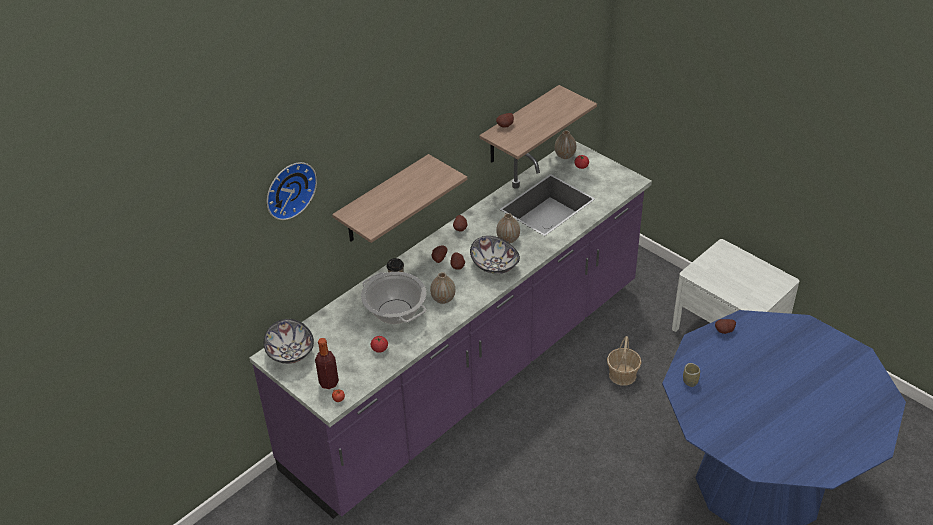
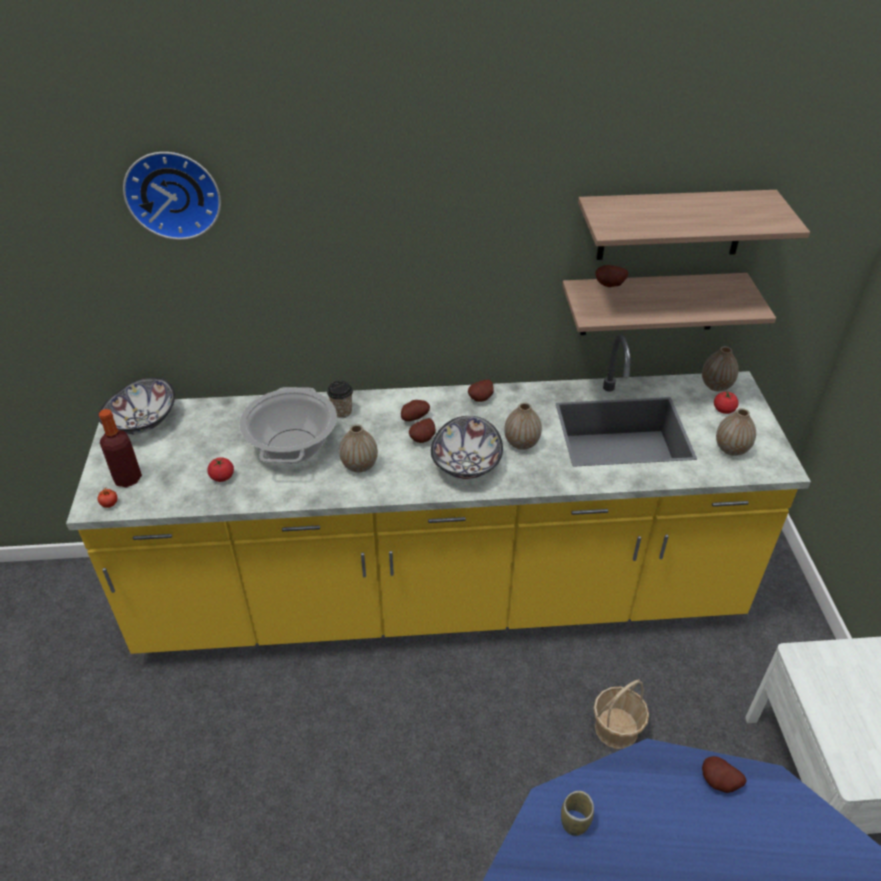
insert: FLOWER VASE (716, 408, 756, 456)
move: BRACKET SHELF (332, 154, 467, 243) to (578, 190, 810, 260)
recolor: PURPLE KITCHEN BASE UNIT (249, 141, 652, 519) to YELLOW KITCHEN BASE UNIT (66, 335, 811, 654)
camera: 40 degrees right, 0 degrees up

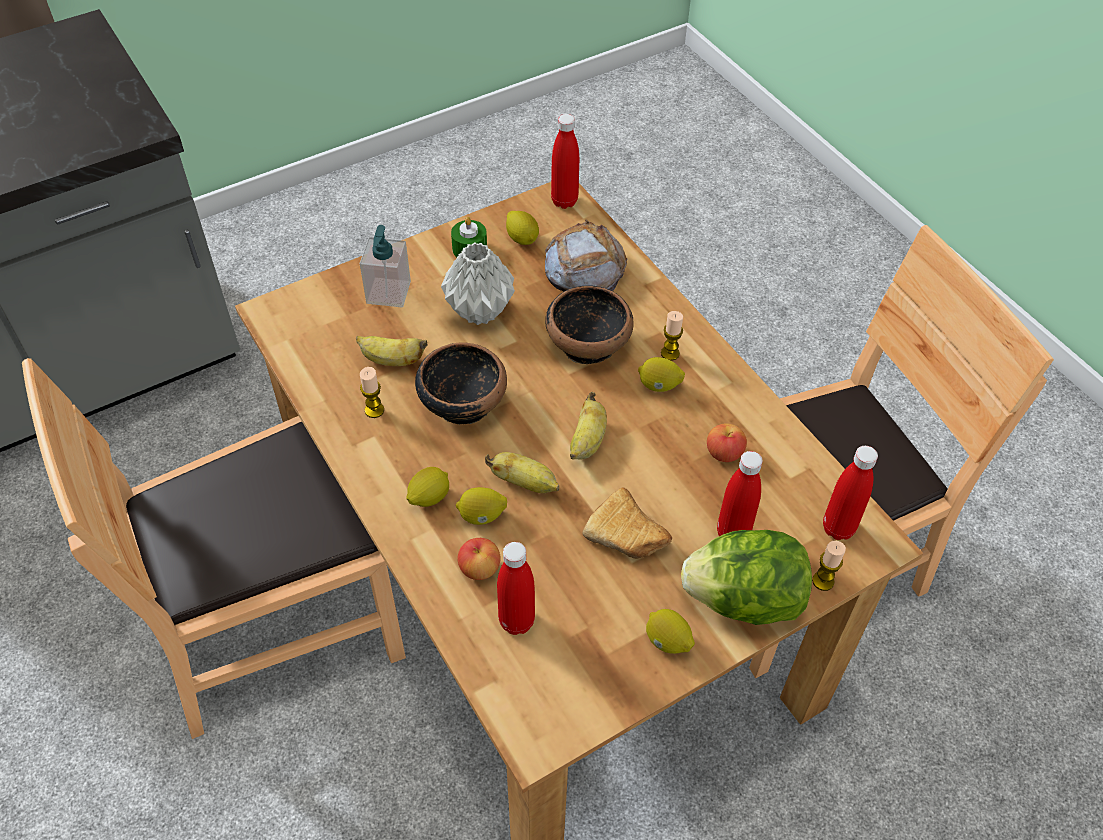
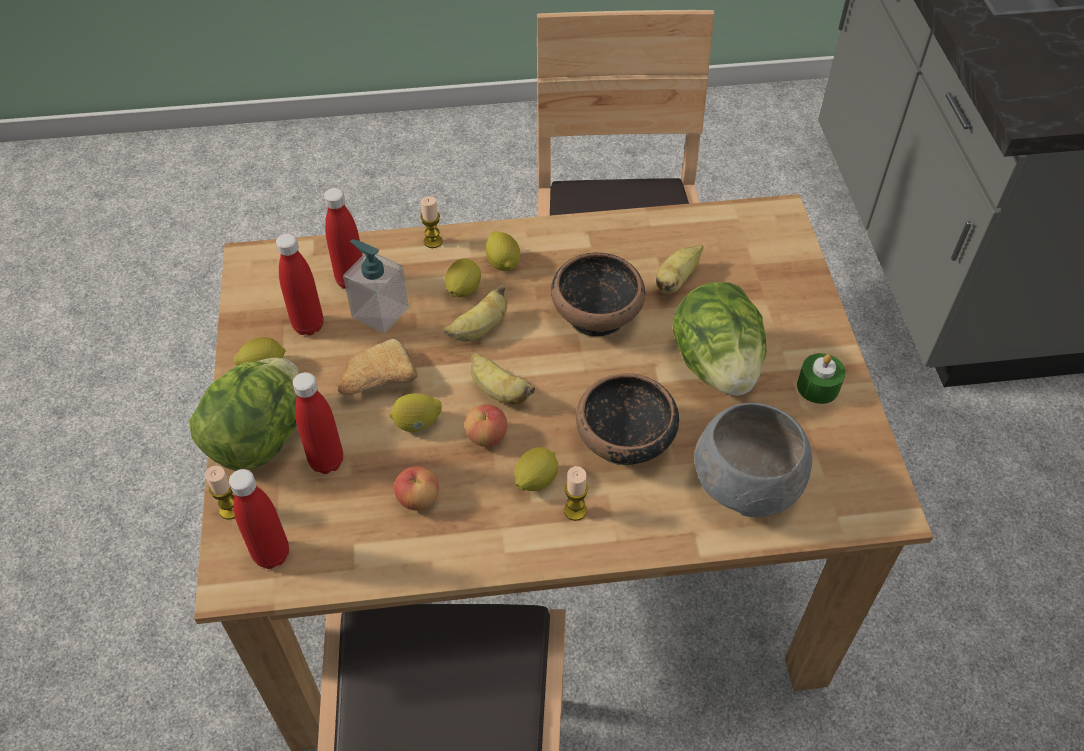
move: SOAP BOTTLE (360, 225, 411, 307) to (343, 239, 409, 334); CANDLE (360, 367, 384, 418) to (420, 196, 442, 248); WHOLE APPLE (458, 538, 500, 580) to (464, 405, 507, 447); CITRUS FRUIT (506, 211, 539, 245) to (389, 393, 442, 432); RED-COLOURED BEVERAGE BOTTLE (551, 114, 579, 209) to (276, 233, 324, 336)
replace: GRAY FLOWER VASE (441, 242, 515, 325) to LETTUCE HEAD (672, 282, 766, 396); BAKED BREAD (545, 220, 627, 291) to GRAY SERVING BOWL (694, 403, 812, 517)
camera: 115 degrees right, 0 degrees up

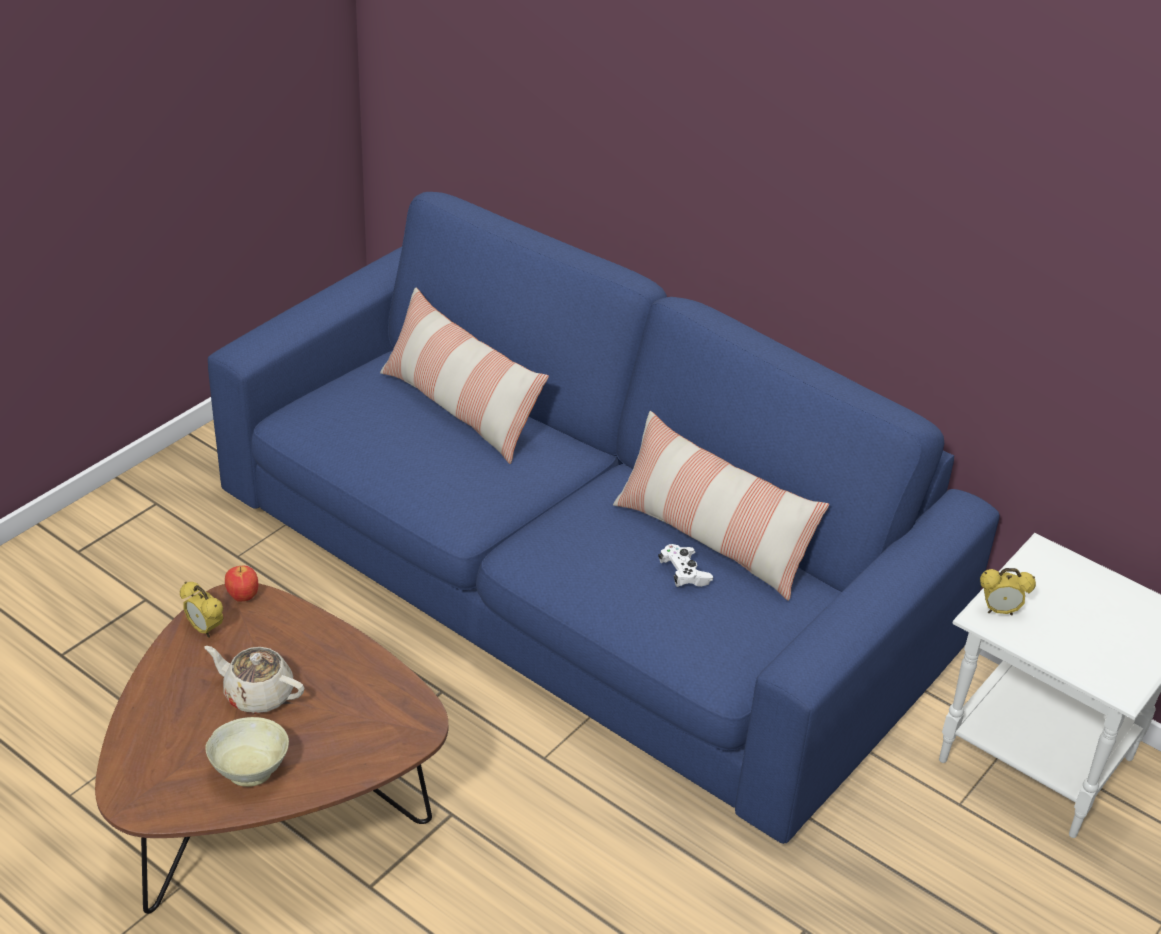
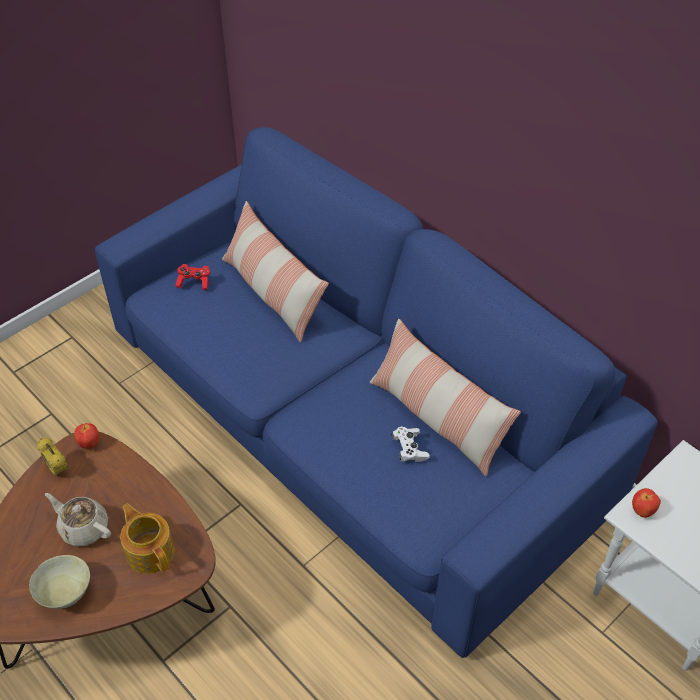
insert: TEAPOT (120, 503, 175, 574); RED-COLOURED JOYPAD (175, 264, 210, 290)
replace: ALARM CLOCK (980, 568, 1036, 615) to WHOLE APPLE (632, 488, 661, 518)
camera: 10 degrees right, 10 degrees up

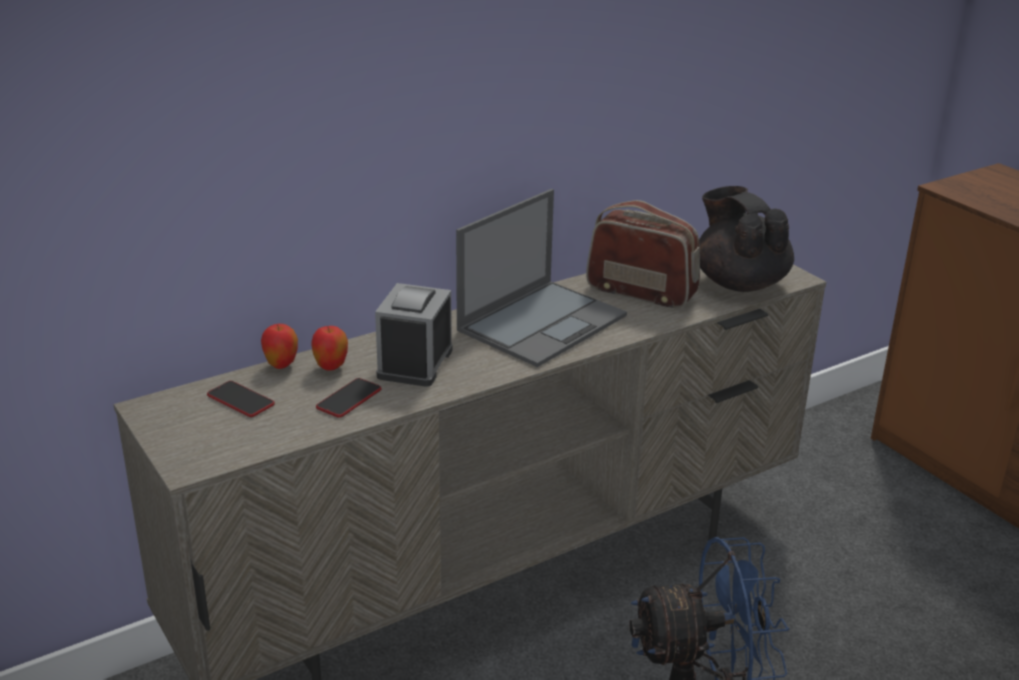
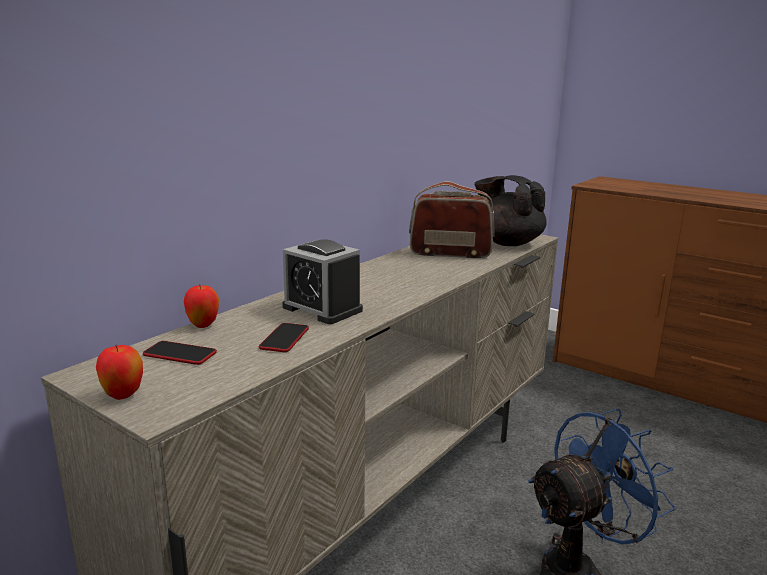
delete: LAPTOP (456, 189, 627, 367)
move: WHOLE APPLE (311, 326, 348, 371) to (96, 345, 143, 400)
rotate: ALARM CLOCK (375, 283, 453, 387) = (282, 239, 363, 324) 45 degrees counterclockwise
camera: 20 degrees left, 10 degrees down

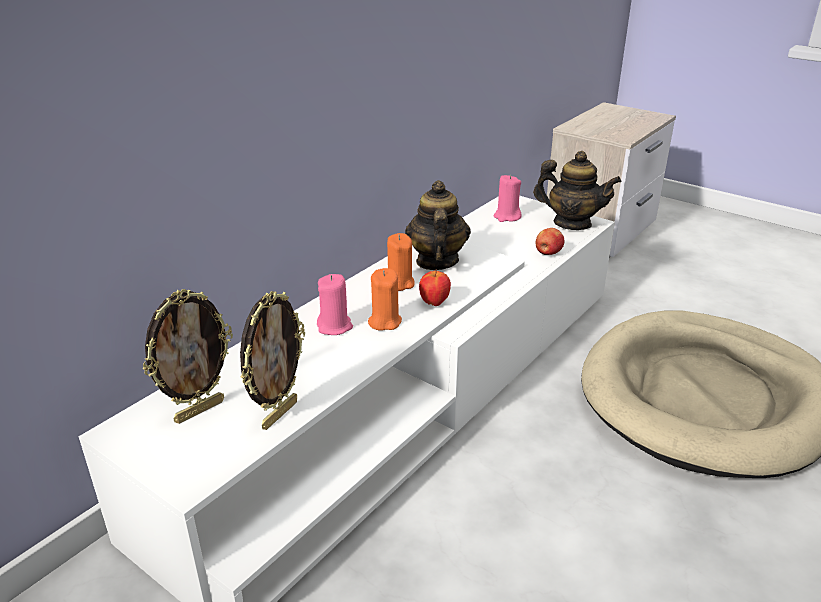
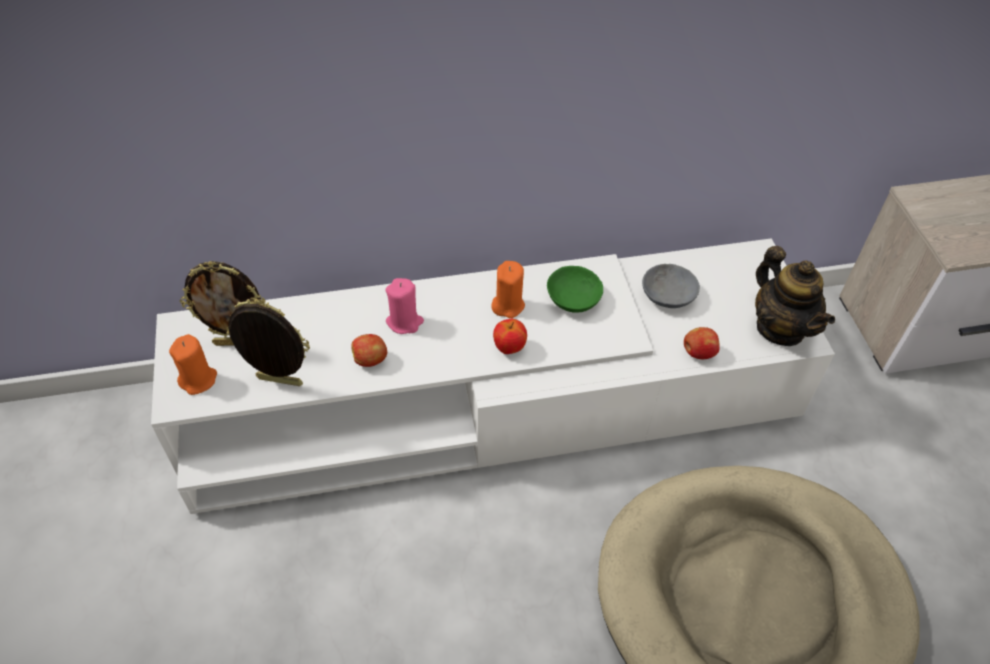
delete: PINK CANDLE (494, 175, 522, 222)
insert: WHOLE APPLE (351, 334, 387, 367); GRAY SERVING BOWL (642, 264, 700, 308)
move: ORANGE CANDLE (368, 268, 402, 331) to (169, 334, 217, 395)
replace: TEAPOT (405, 180, 471, 270) to GREENISH SERVING BOWL (547, 266, 603, 313)
rotate: PHOTO FRAME (240, 291, 305, 430) = (226, 298, 310, 386) 150 degrees counterclockwise
camera: 40 degrees right, 20 degrees up

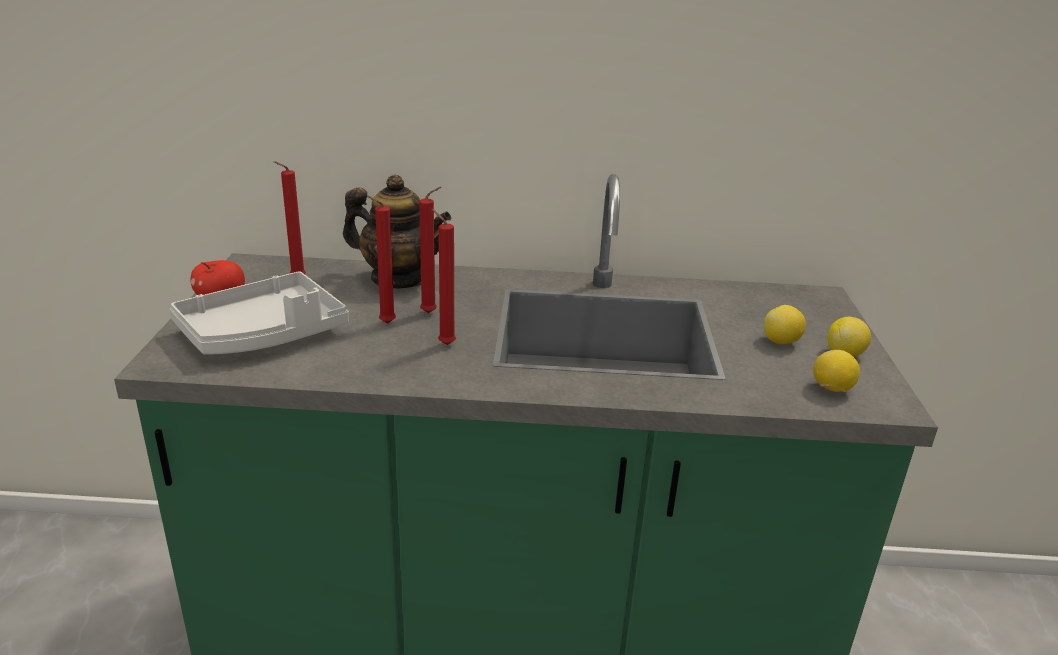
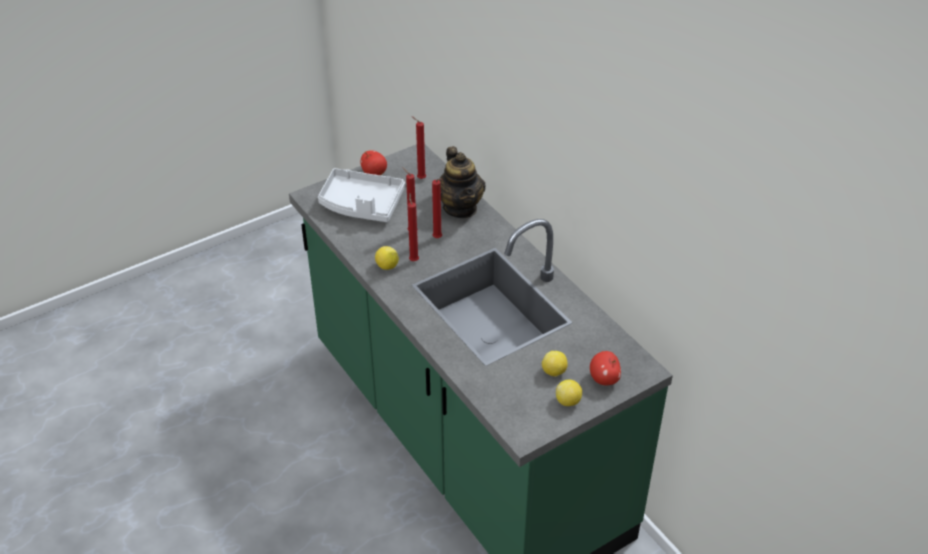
insert: WHOLE APPLE (590, 351, 621, 385)
move: CITRUS FRUIT (813, 350, 860, 392) to (375, 246, 399, 270)
camera: 55 degrees right, 15 degrees up

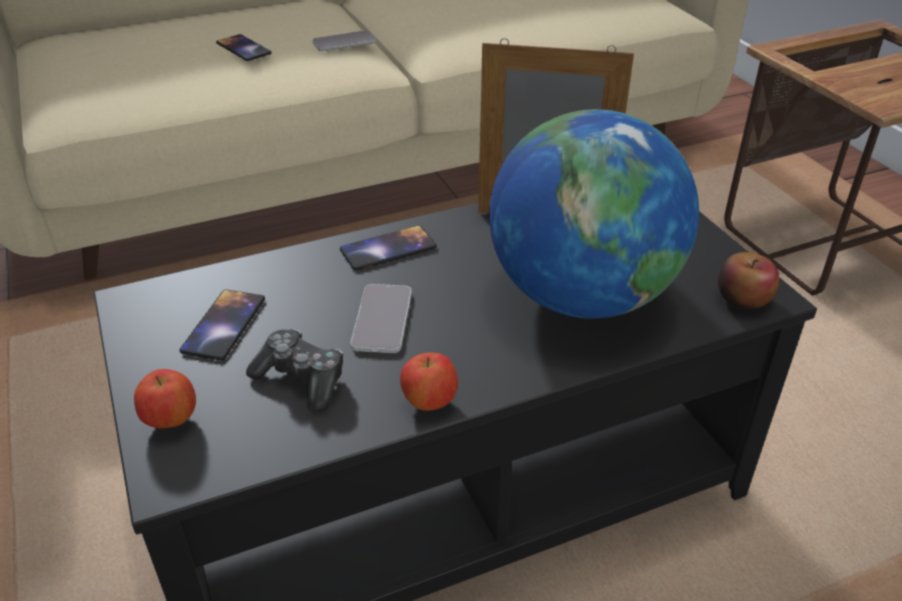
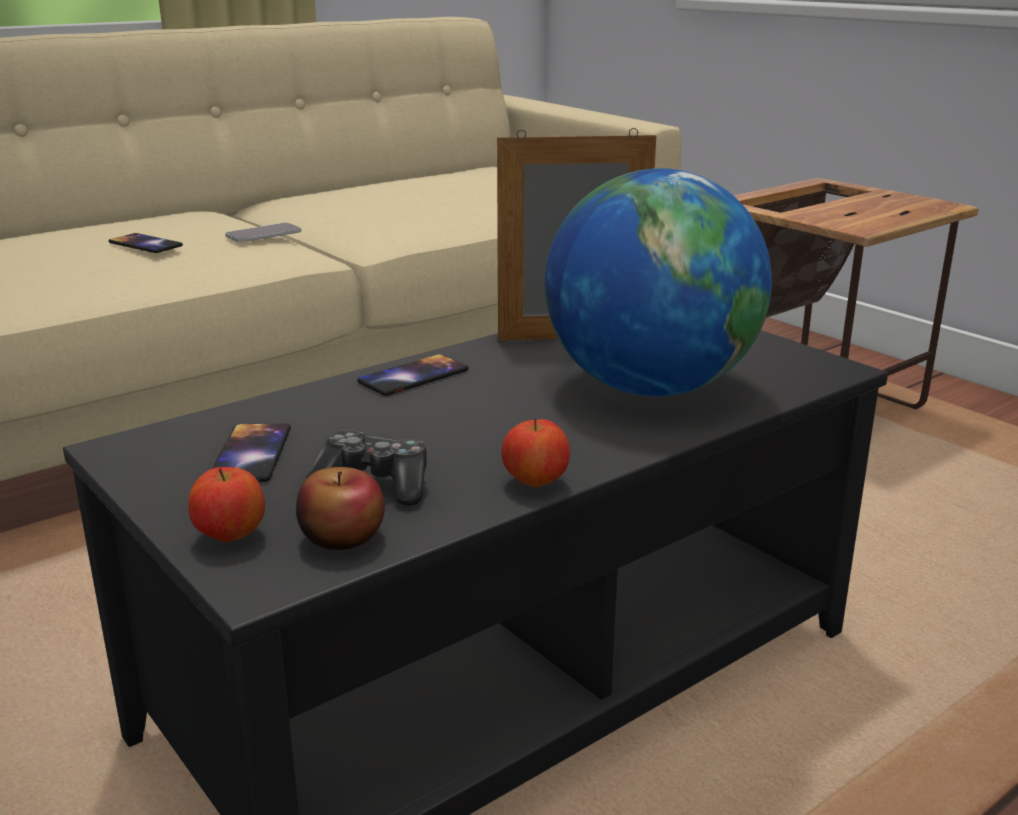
delete: PHONE (351, 284, 412, 353)
move: WHOLE APPLE (718, 252, 780, 309) to (296, 467, 385, 550)
camera: 15 degrees left, 15 degrees down

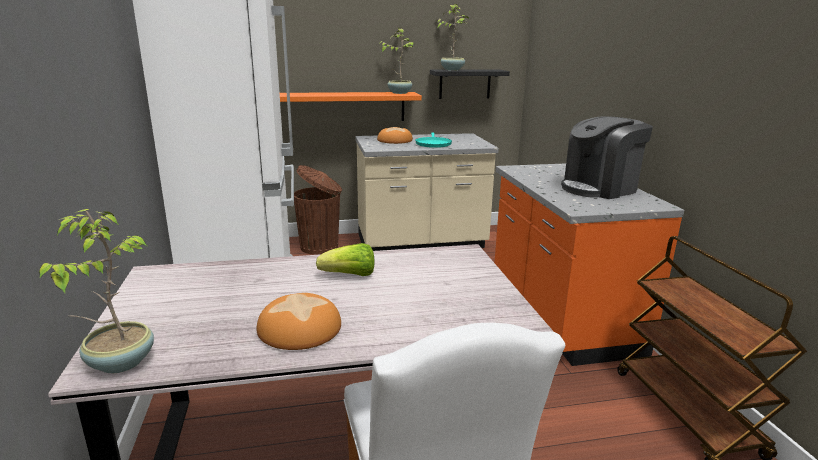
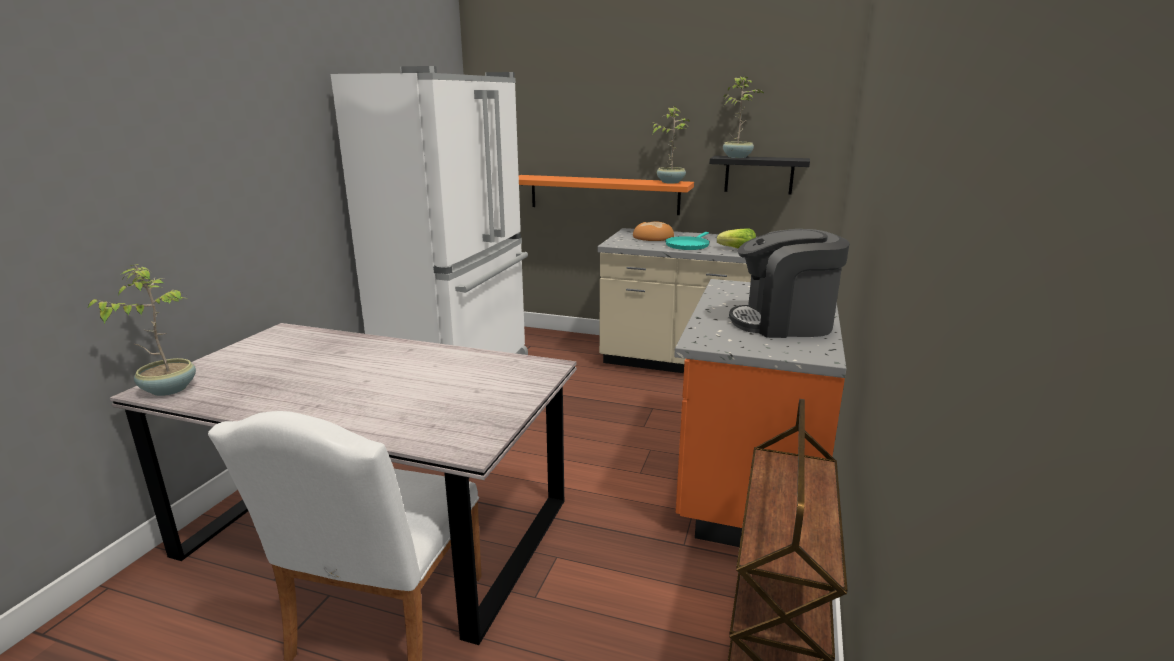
delete: BAKED BREAD (257, 293, 341, 350); BROWN WASTE BIN (294, 165, 342, 255)
move: LETTUCE HEAD (316, 243, 374, 276) to (717, 228, 756, 248)
camera: 30 degrees right, 0 degrees up

